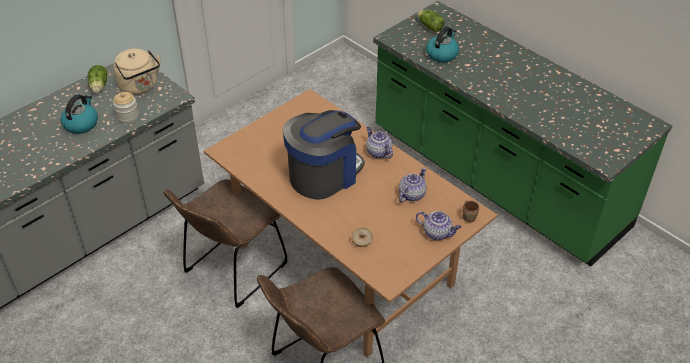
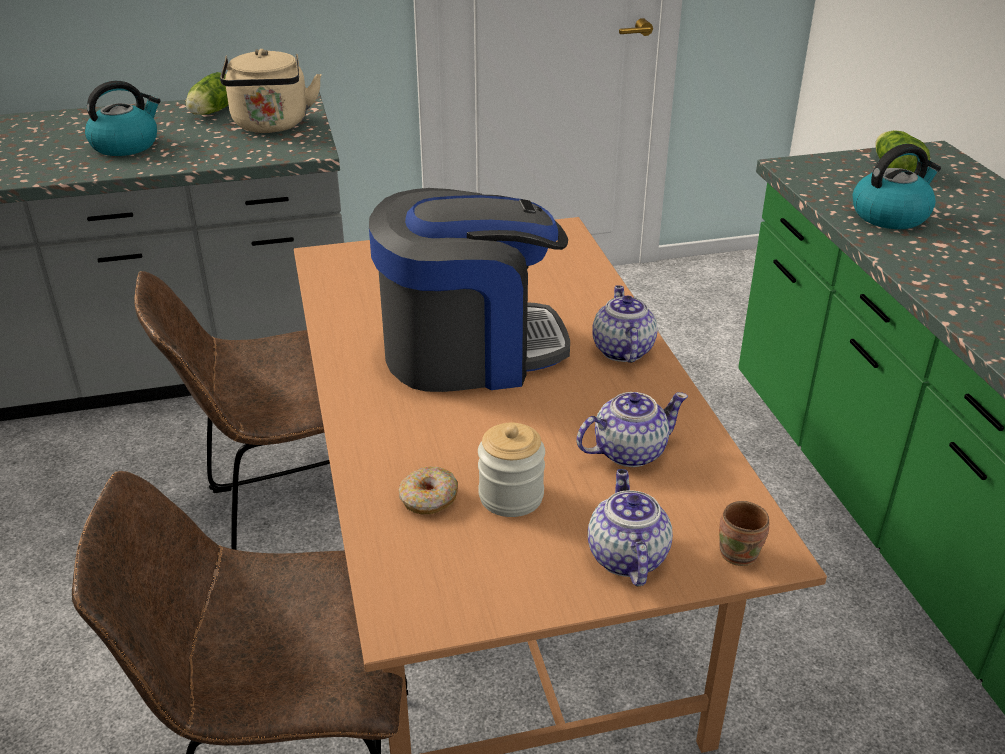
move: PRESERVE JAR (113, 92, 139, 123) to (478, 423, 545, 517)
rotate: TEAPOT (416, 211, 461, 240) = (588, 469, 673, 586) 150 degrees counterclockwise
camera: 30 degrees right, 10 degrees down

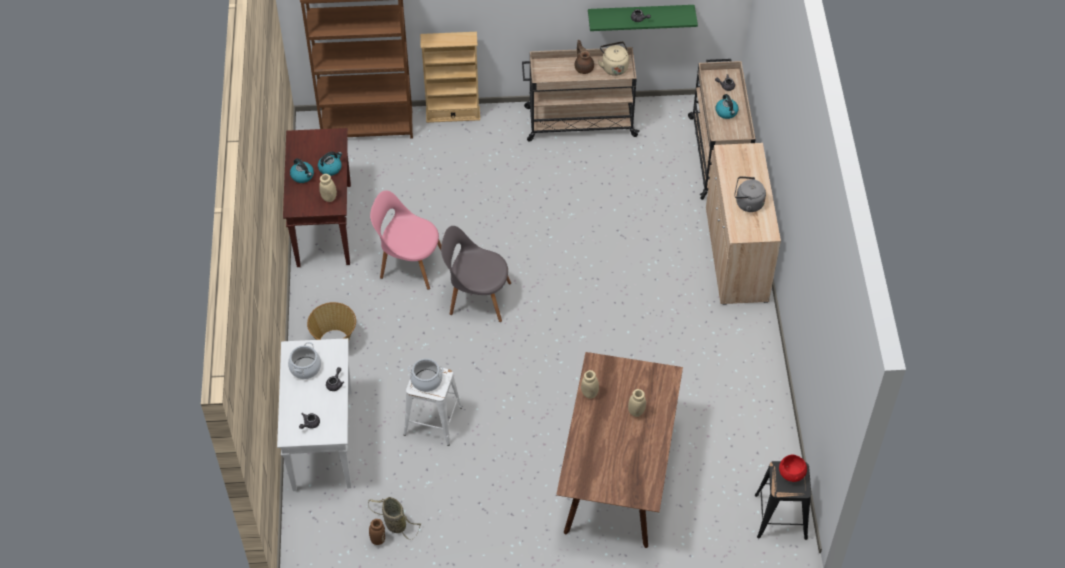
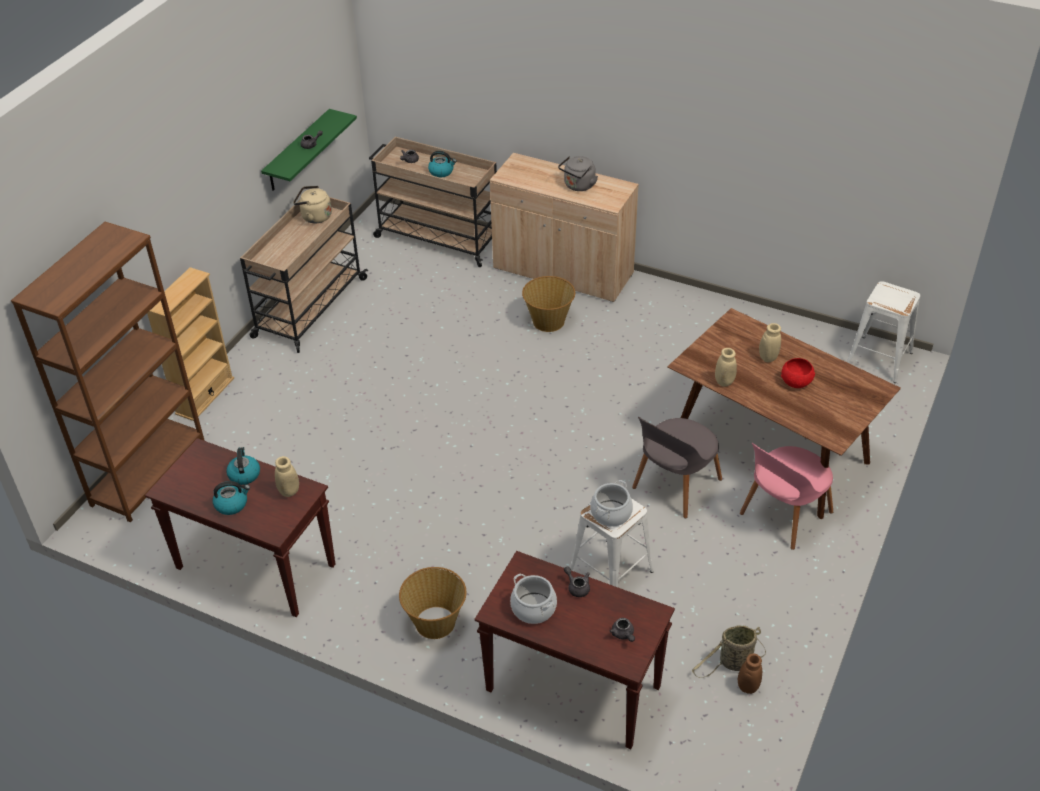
delete: BROWN TEAPOT (575, 40, 594, 74)
insert: STORAGE BASKET (522, 276, 575, 332)
move: PINK PLAIN CHAIR (370, 190, 441, 290) to (740, 443, 833, 550); GRAY PLAIN CHAIR (441, 226, 511, 322) to (632, 417, 722, 518); RED-COLOURED SERVING BOWL (779, 455, 807, 482) to (781, 358, 815, 388)
recolor: WHITE HALL TABLE (277, 338, 352, 491) to BROWN HALL TABLE (474, 551, 675, 749); BLACKISH STOOL SEAT (755, 461, 811, 540) to WHITE STOOL SEAT (847, 281, 920, 383)
camera: 60 degrees left, 10 degrees down

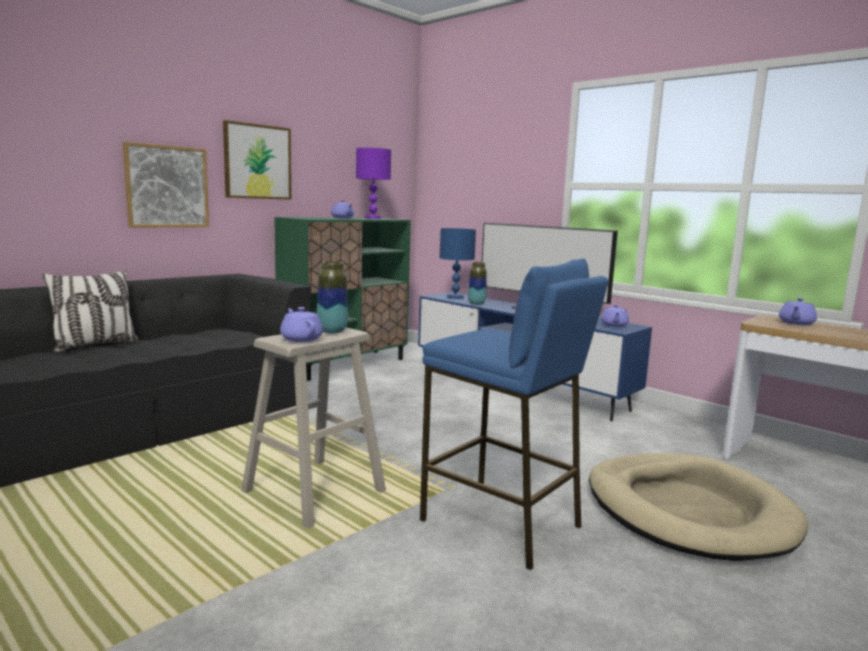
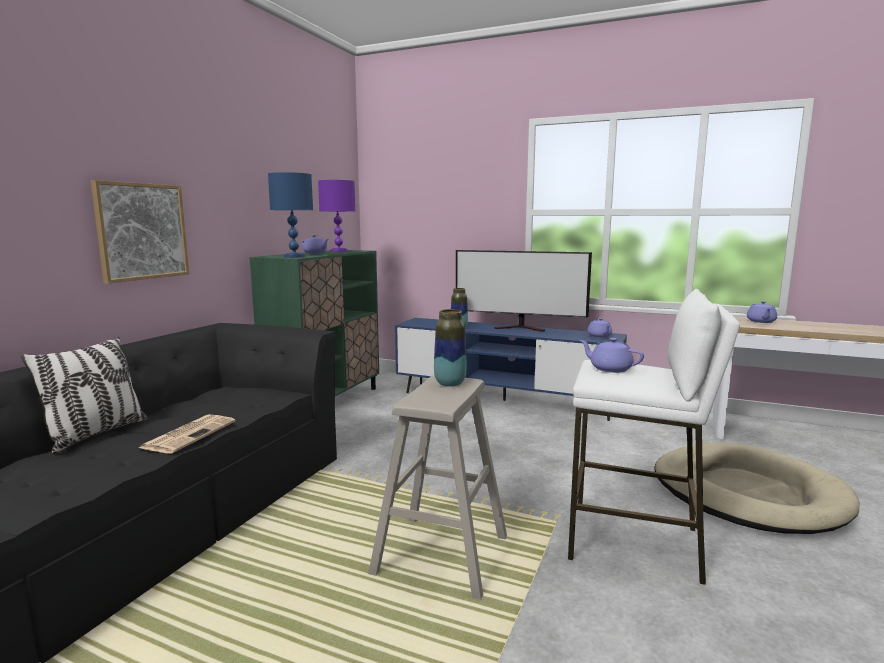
delete: PICTURE (223, 120, 291, 200)
insert: NEWSPAPER (139, 414, 235, 453)
move: PURPLE TEAPOT (280, 307, 323, 342) to (579, 338, 644, 373); BLUE TABLETOP LAMP (440, 228, 476, 299) to (268, 172, 313, 258)
recolor: BLUE STOOL SEAT (420, 258, 608, 570) to WHITE STOOL SEAT (568, 289, 740, 585)
camera: 20 degrees left, 0 degrees up

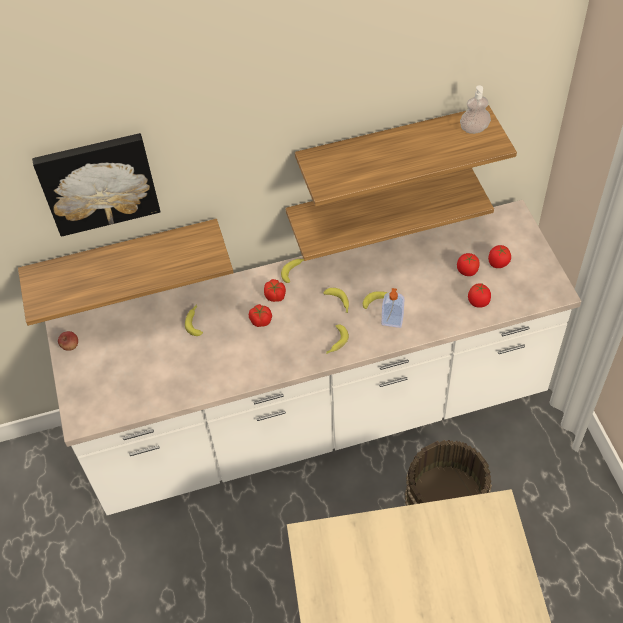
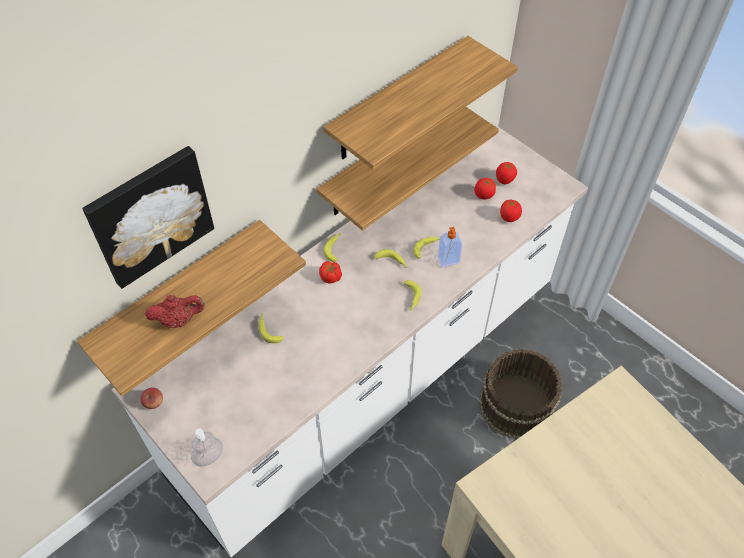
delete: TOMATO (249, 304, 272, 327)
insert: RED-COLOURED TEAPOT (145, 295, 205, 328)
move: SOAP BOTTLE (460, 85, 491, 134) to (191, 429, 223, 466)
camera: 30 degrees left, 0 degrees up

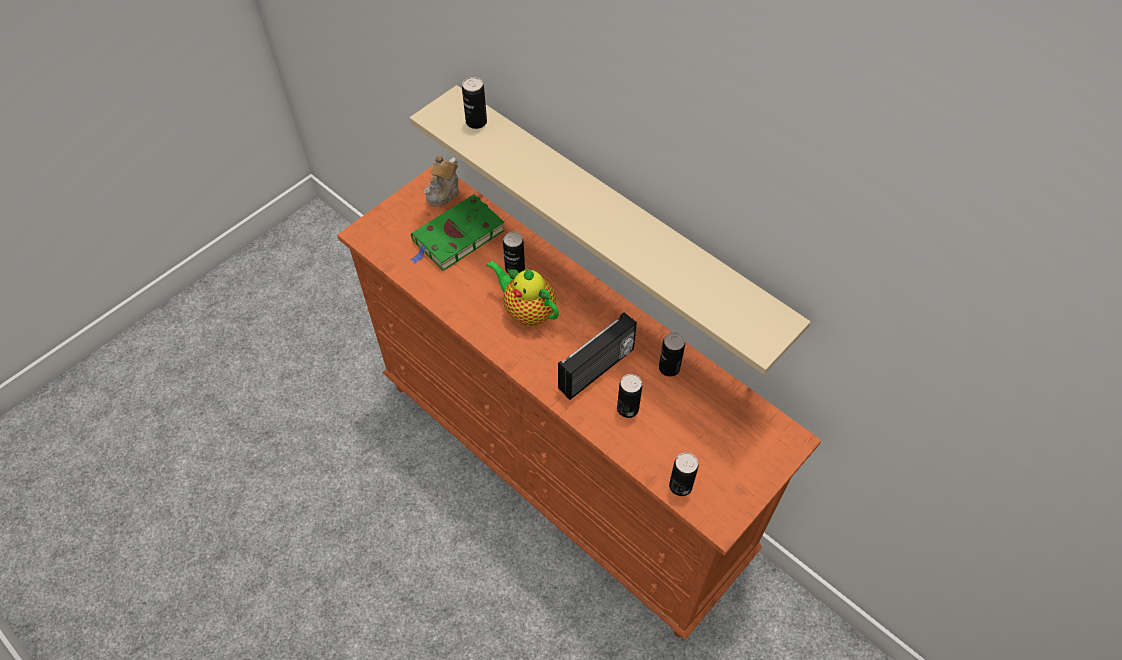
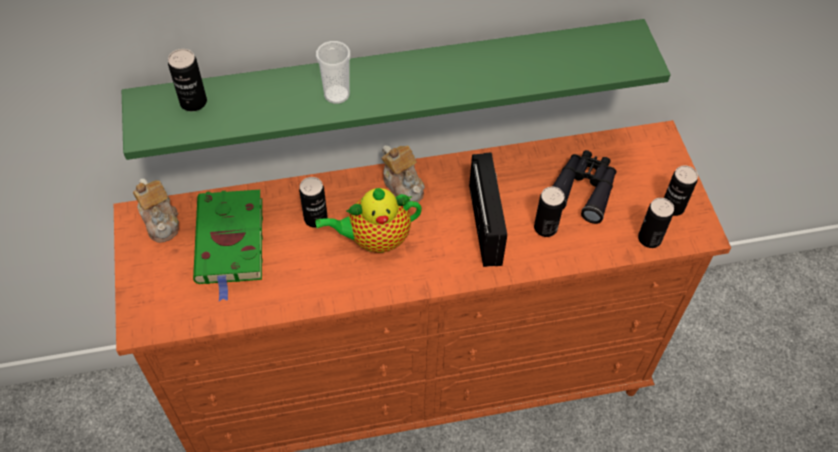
insert: SMALL CUP (316, 41, 351, 104); TEAPOT (381, 145, 425, 202); BLACKISH PAIR OF BINOCULARS (552, 150, 616, 224)
move: SEALED CAN (659, 332, 685, 377) to (664, 165, 698, 216)
recolor: BEIGE BRACKET SHELF (410, 85, 811, 375) to GREENISH BRACKET SHELF (122, 19, 671, 160)
camera: 55 degrees left, 0 degrees up

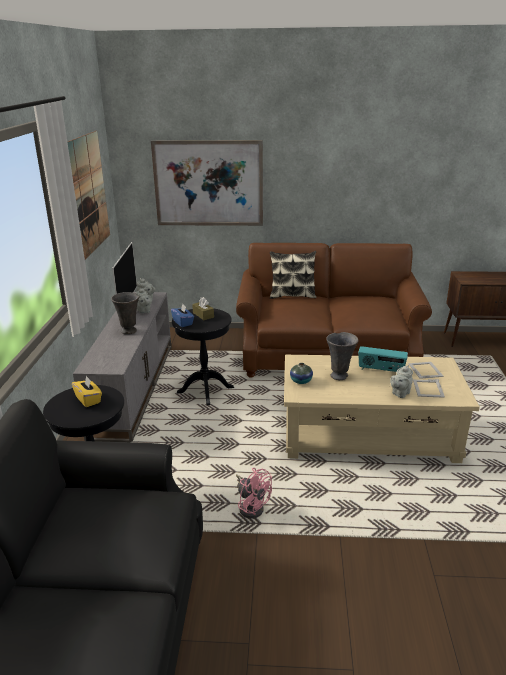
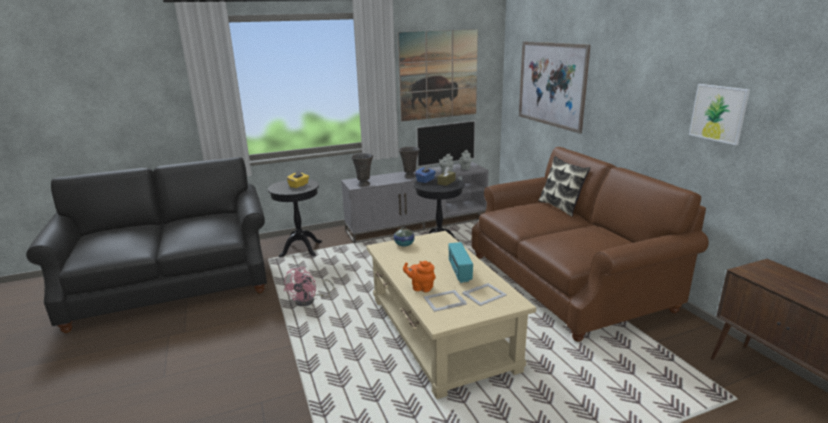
insert: PICTURE (689, 84, 750, 145)
move: GRAY FLOWER VASE (326, 332, 358, 380) to (351, 153, 373, 186)
recolor: GRAY TEAPOT (390, 365, 413, 398) to ORANGE TEAPOT (403, 261, 436, 292)
camera: 65 degrees right, 5 degrees down

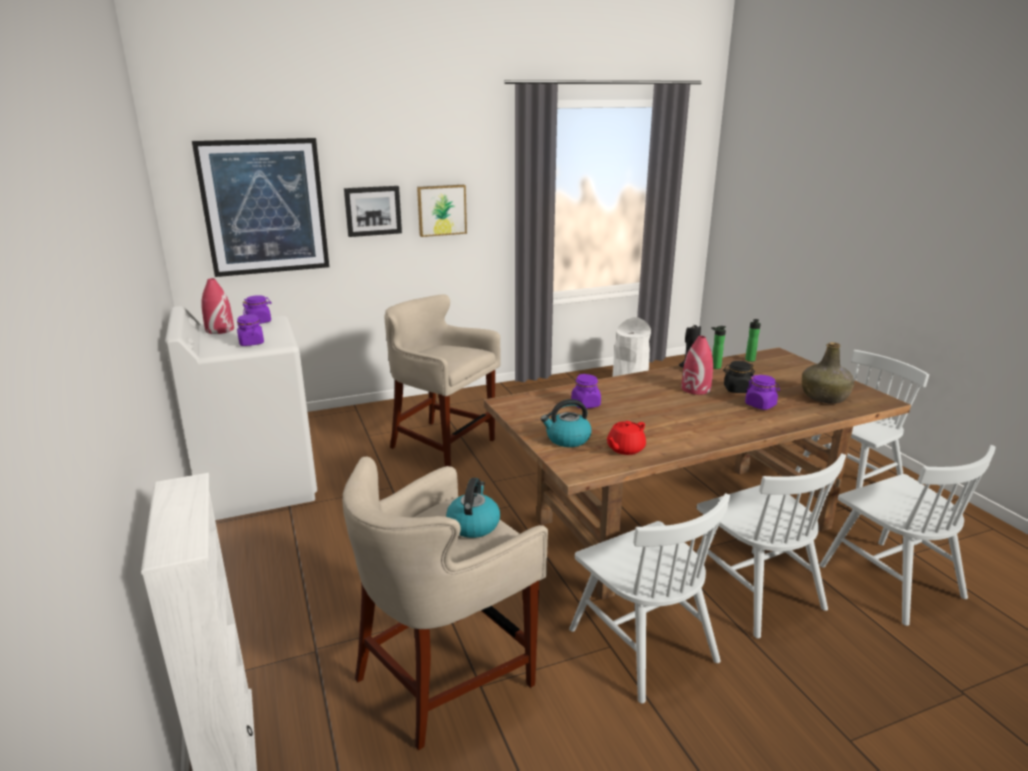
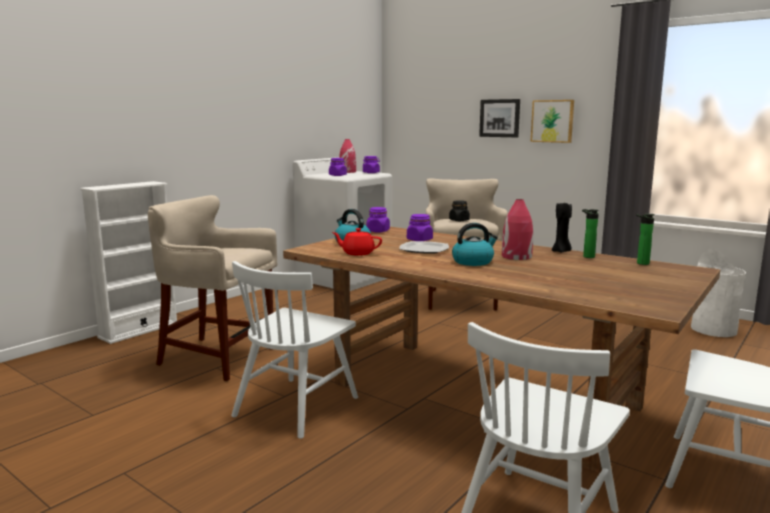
delete: PICTURE (192, 138, 329, 277); WHITE PLAIN CHAIR (696, 453, 846, 638); GREENISH BEVERAGE BOTTLE (802, 342, 854, 404)
insert: PLATE (399, 241, 449, 254)
move: KETTLE (446, 478, 500, 538) to (452, 223, 498, 266); BLACKISH PRESERVE JAR (723, 361, 755, 393) to (449, 200, 470, 221); PURPLE PRESERVE JAR (745, 375, 780, 410) to (366, 207, 390, 233)
camera: 60 degrees right, 10 degrees down

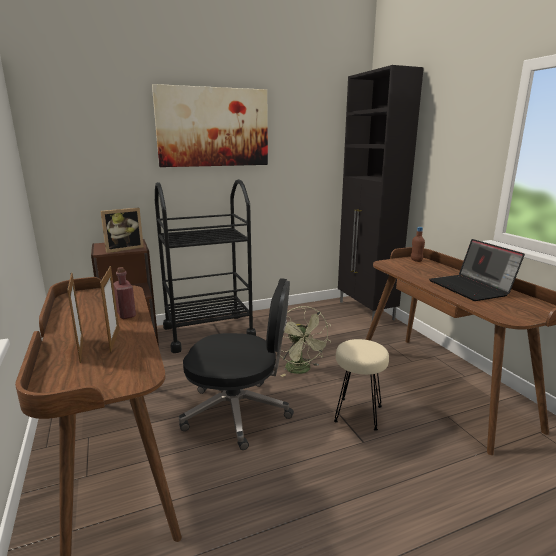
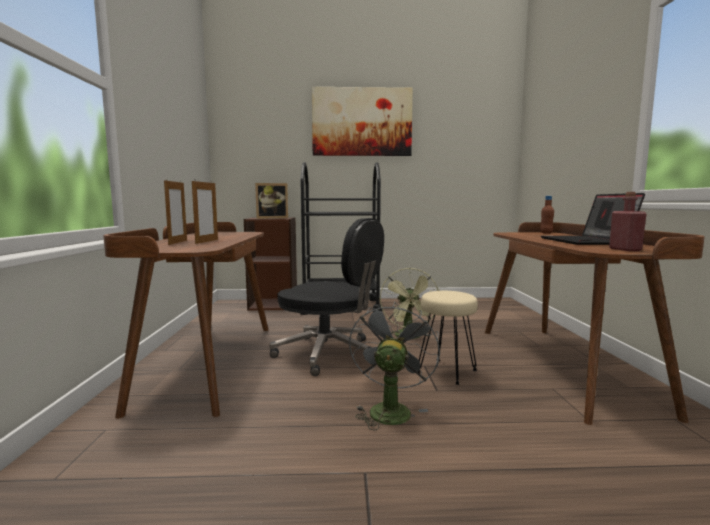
delete: BLACKISH CABINET (338, 65, 424, 321)
insert: GRAY FAN (349, 301, 440, 431)
move: RED-COLOURED BEVERAGE BOTTLE (113, 267, 136, 319) to (609, 192, 647, 251)
camera: 20 degrees right, 10 degrees down

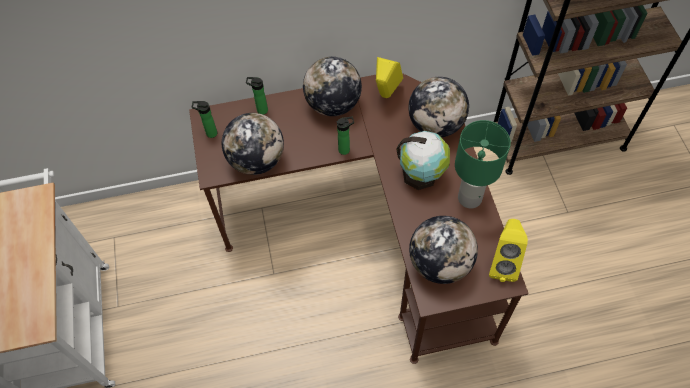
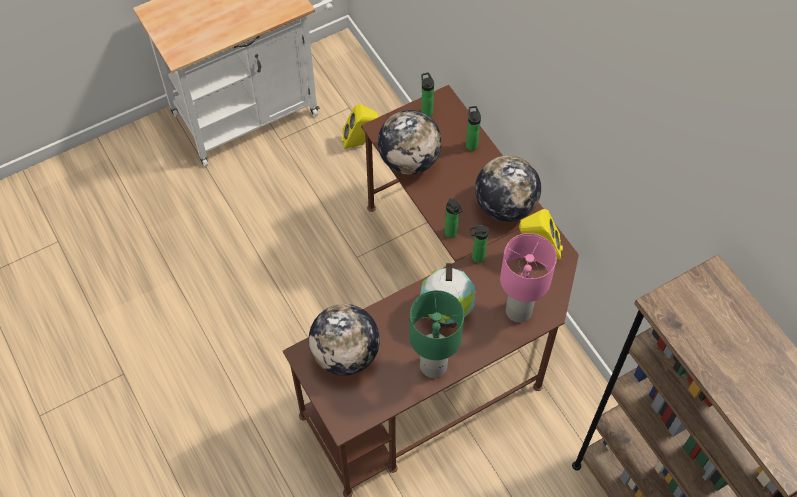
insert: BEVERAGE BOTTLE (470, 225, 489, 263)
move: YELLOW LOUDSPEAKER (489, 219, 528, 282) to (342, 104, 379, 149)
replace: GLOBE (408, 77, 469, 137) to PINK TABLETOP LAMP (500, 233, 557, 323)
camera: 70 degrees right, 0 degrees up

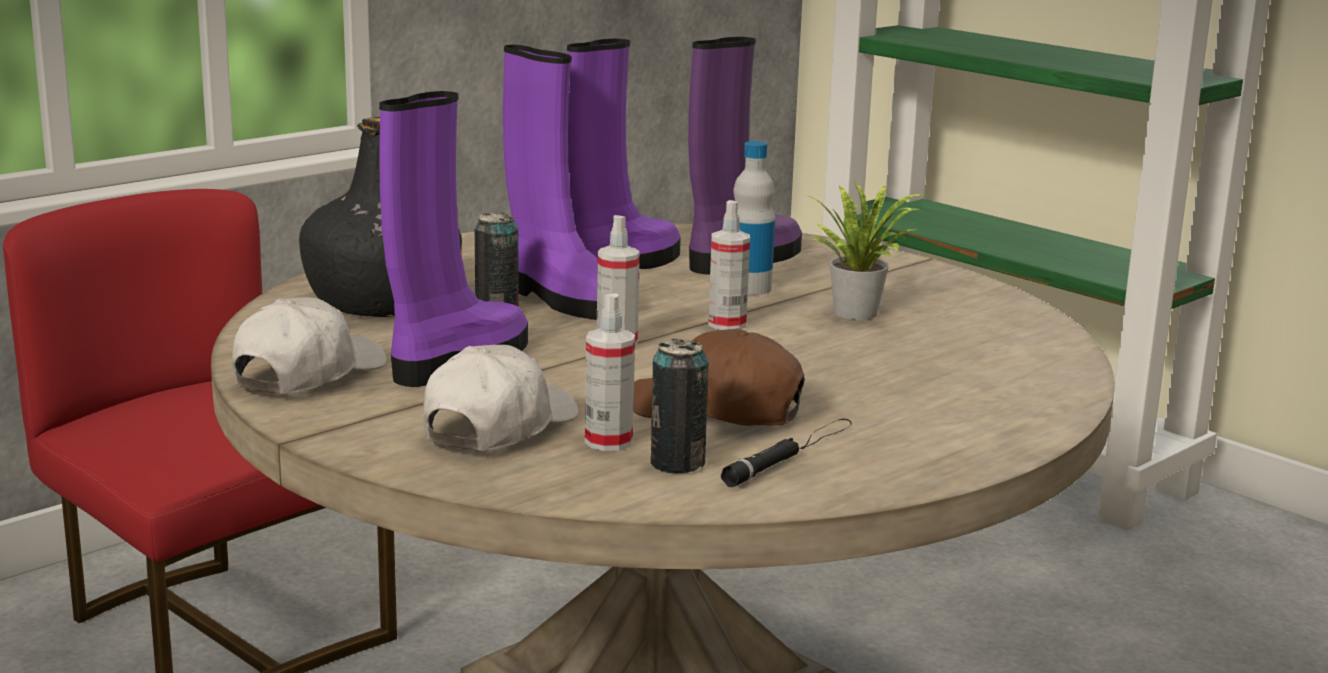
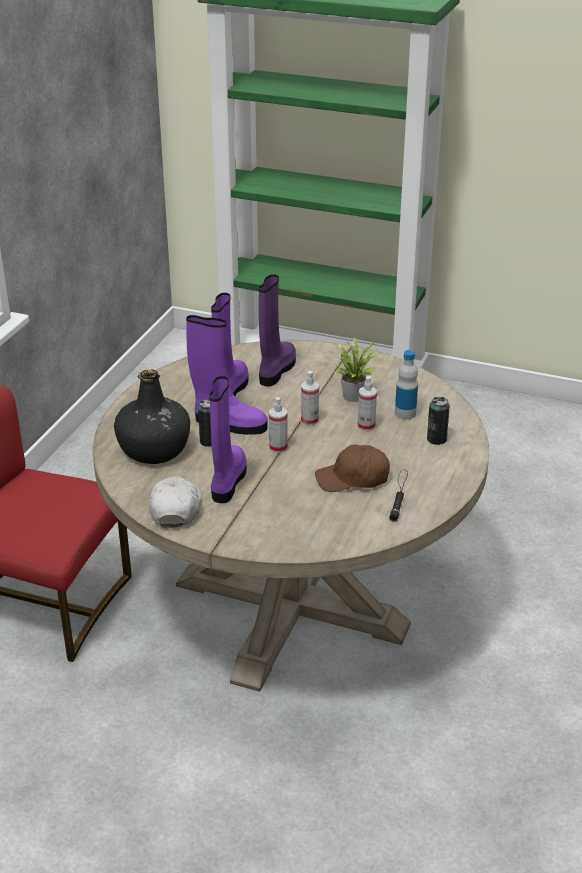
delete: WHITE PEAKED CAP (423, 345, 579, 451)
move: SPRAY BOTTLE (585, 293, 635, 451) to (357, 376, 377, 431); SEALED CAN (650, 339, 709, 473) to (427, 397, 450, 445); BEVERAGE BOTTLE (733, 141, 775, 295) to (395, 350, 418, 420)
camera: 25 degrees left, 15 degrees up

